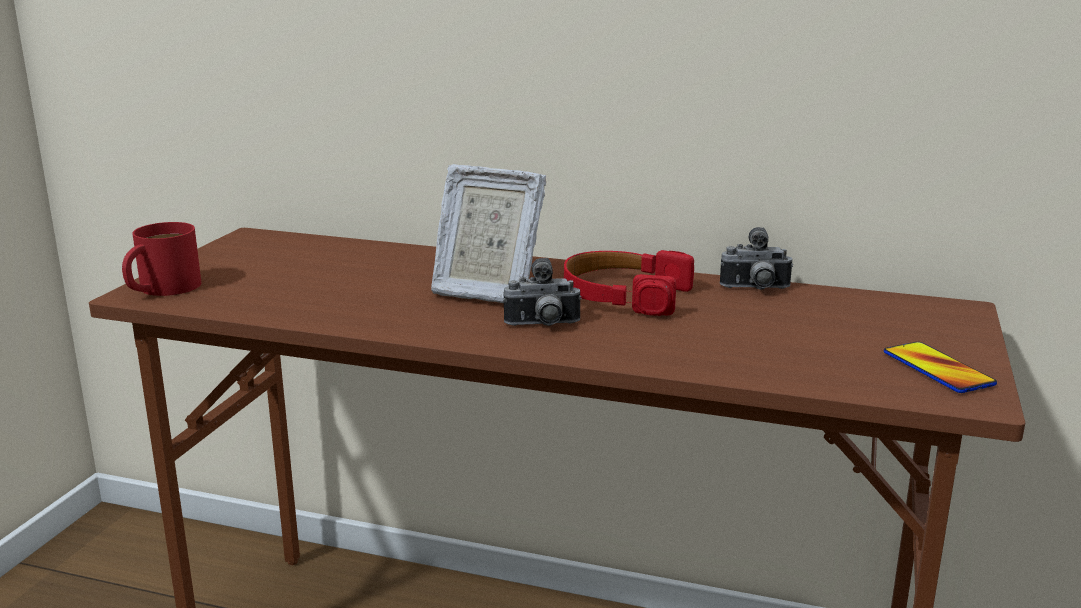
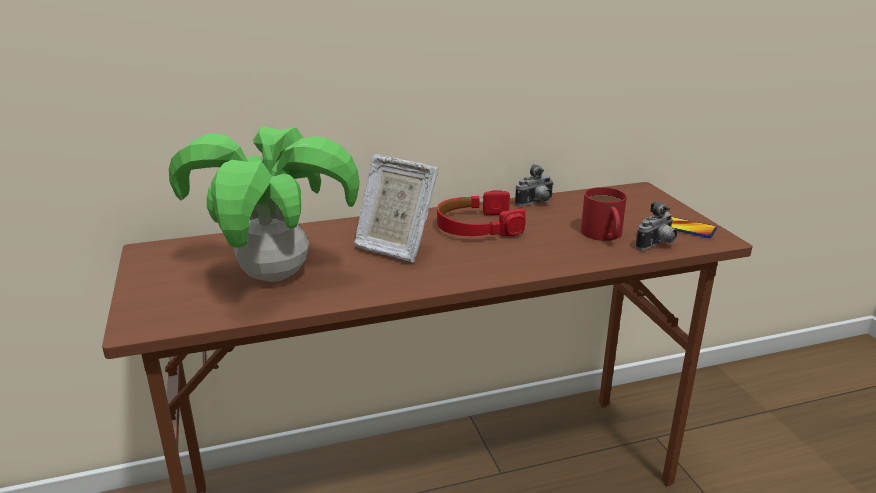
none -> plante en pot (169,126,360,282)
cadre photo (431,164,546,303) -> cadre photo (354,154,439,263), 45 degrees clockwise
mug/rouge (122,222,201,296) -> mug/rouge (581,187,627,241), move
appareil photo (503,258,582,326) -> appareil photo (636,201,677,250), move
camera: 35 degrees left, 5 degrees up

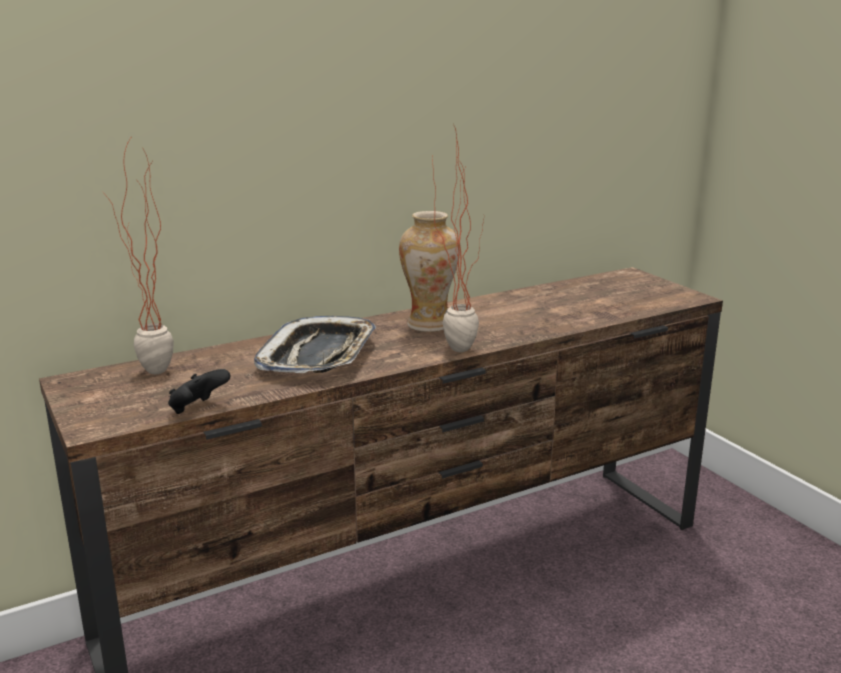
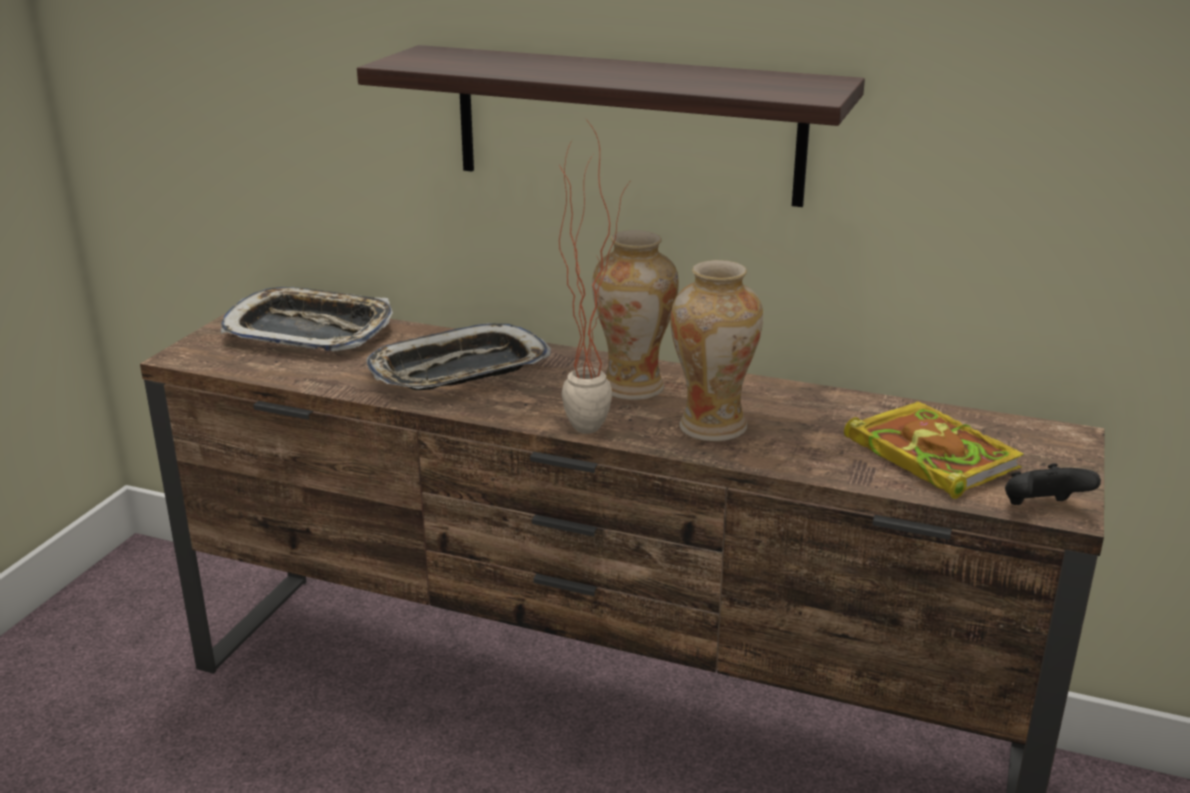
plante en pot (102,138,174,374) -> plateau (220,287,393,351)
none -> étagère (357,45,865,207)
none -> vase (670,260,763,441)
none -> livre (844,401,1024,499)
manette/noir (168,369,231,414) -> manette/noir (1005,463,1101,505), move
camera: 50 degrees right, 5 degrees up

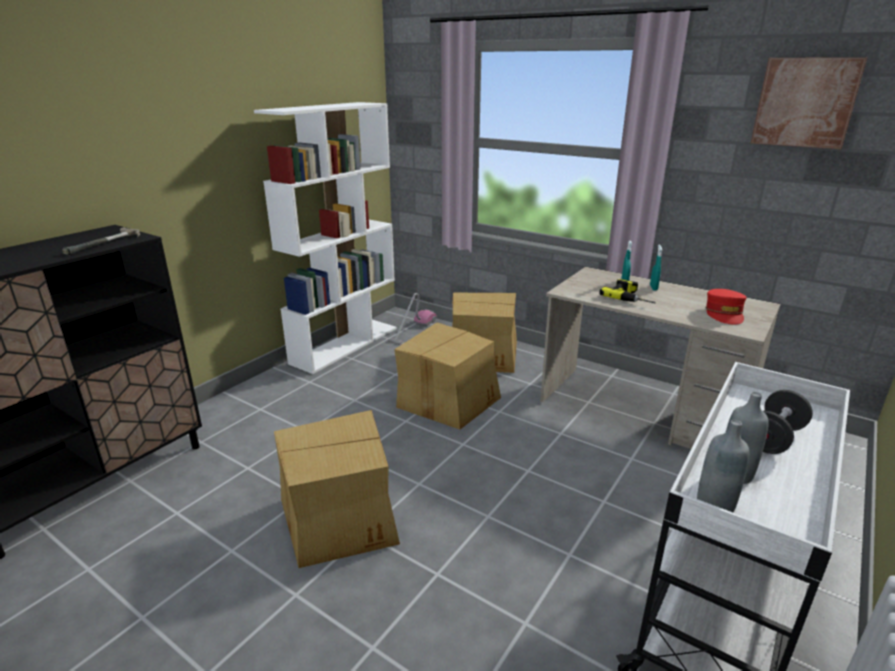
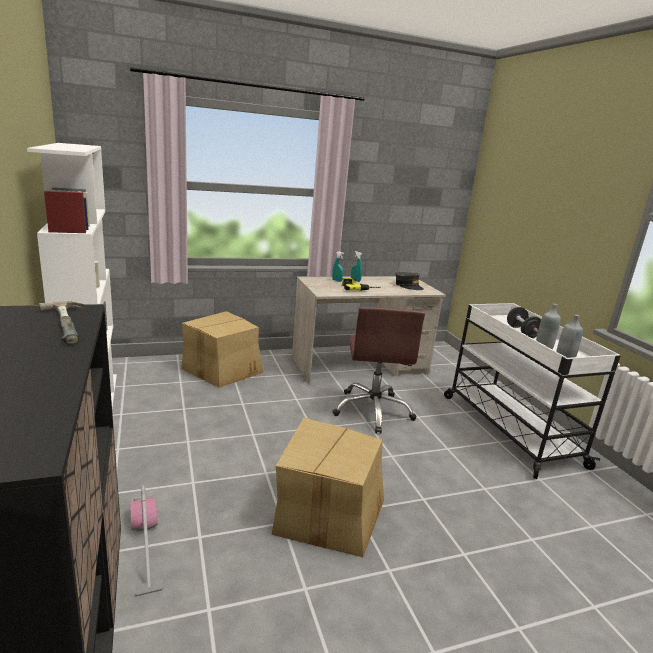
aspirateur (388,293,437,345) -> aspirateur (130,485,163,597), move
none -> chaise de bureau/marron (332,307,425,434)
casquette/rouge (705,289,747,324) -> casquette/gris (396,272,424,290)
carton (394,322,501,429) -> none
tableau (751,57,867,149) -> none
camera: 55 degrees left, 5 degrees down

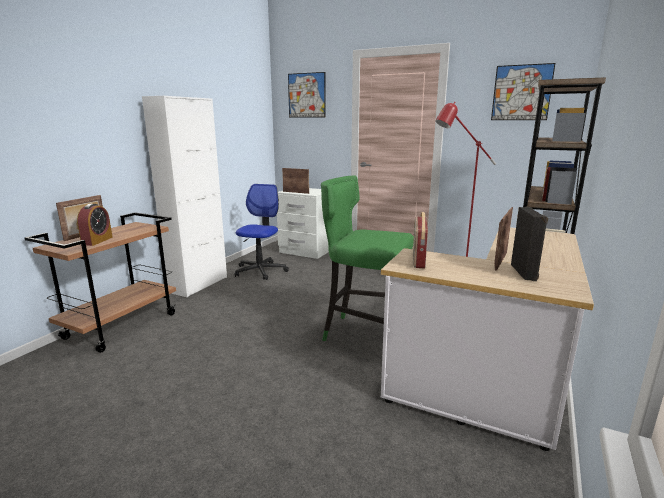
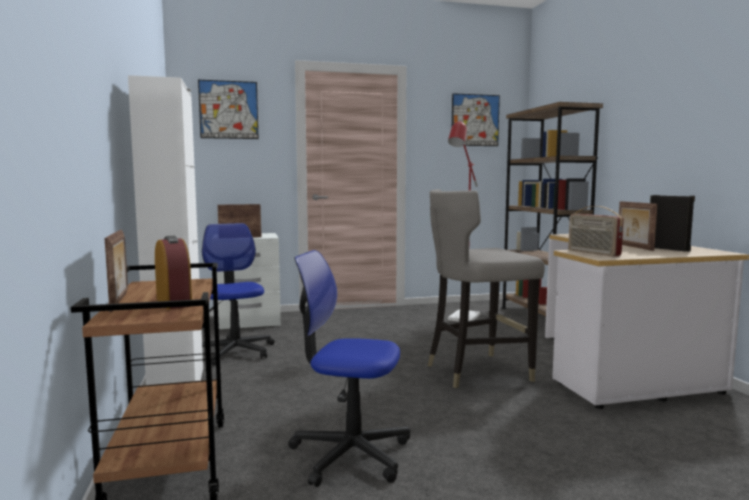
none -> chaise de bureau (288,250,410,487)
tabouret/vert (321,176,414,341) -> tabouret/gris (428,189,545,388)
camera: 40 degrees left, 10 degrees down

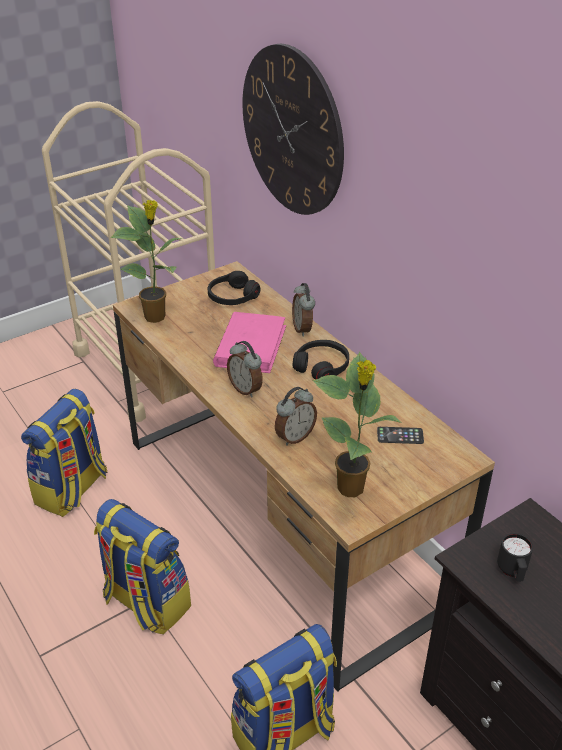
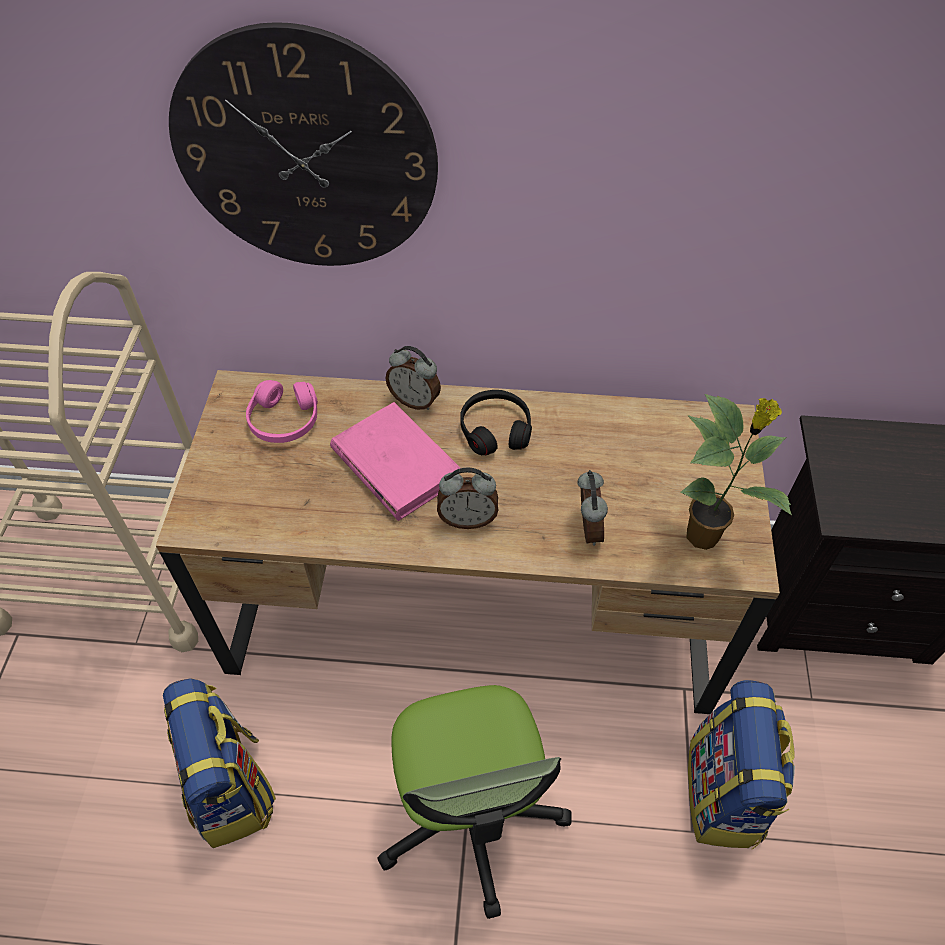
casque audio/noir (208,271,260,305) -> casque audio/rose (246,380,318,443)
sac à dos (94,499,191,634) -> chaise de bureau (378,685,572,919)
plante en pot (110,200,182,323) -> none
téléphone (377,427,424,444) -> none
mug/noir (497,533,533,582) -> none
camera: 50 degrees left, 15 degrees up

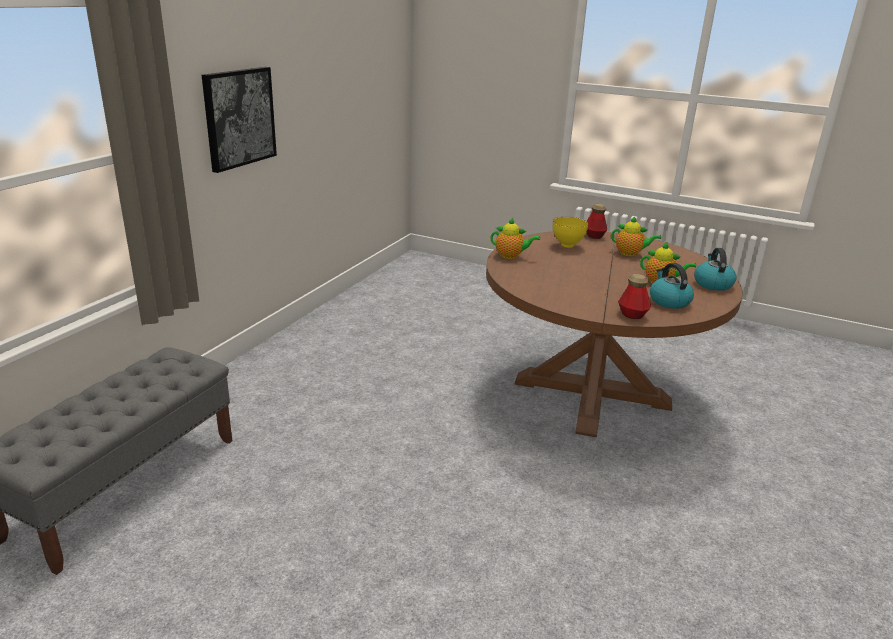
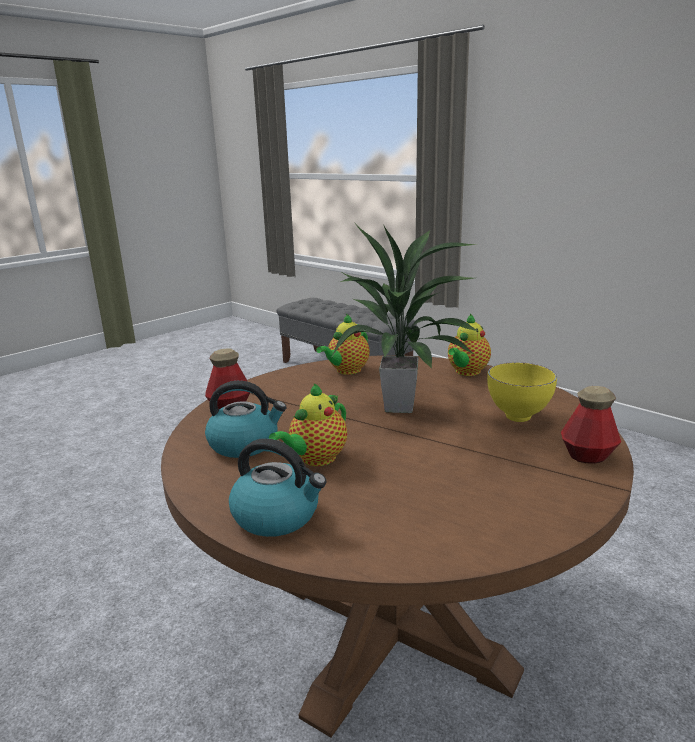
théière (611,216,662,256) -> théière (316,314,370,375), move
none -> plante en pot (330,224,478,413)
tableau (202,67,277,173) -> none
camera: 110 degrees right, 5 degrees down

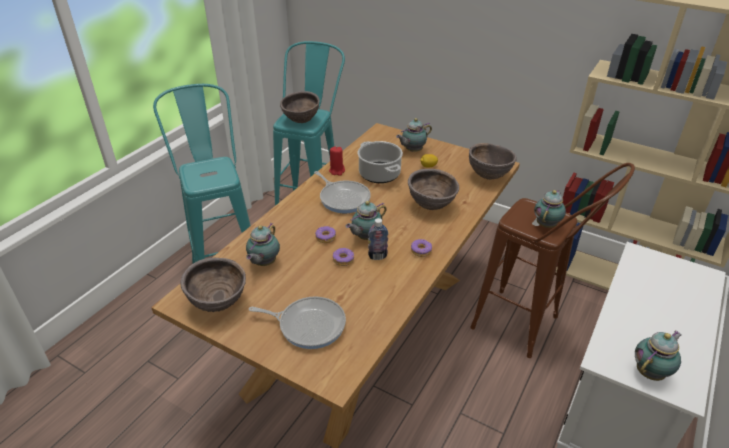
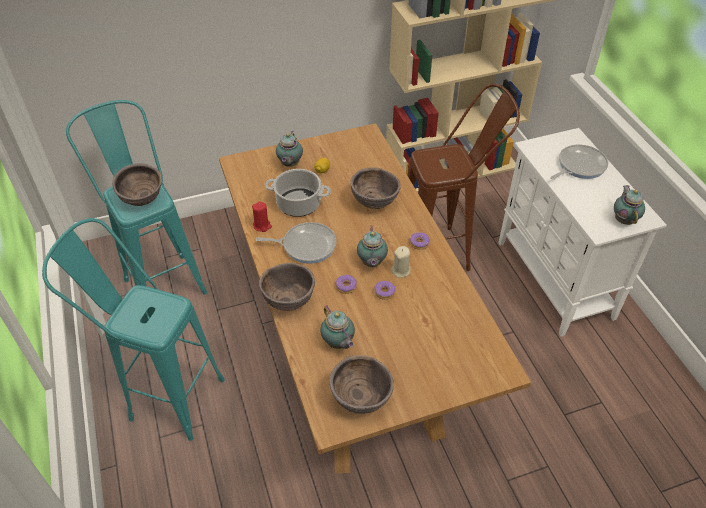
bol/marron (469,143,517,180) -> bol/marron (259,263,315,311), move
bouteille (368,218,388,260) -> bougie/beige (391,246,411,278)
poêle (249,296,346,349) -> poêle (550,145,608,180), move
théière (534,190,566,228) -> none
camera: 50 degrees left, 10 degrees up

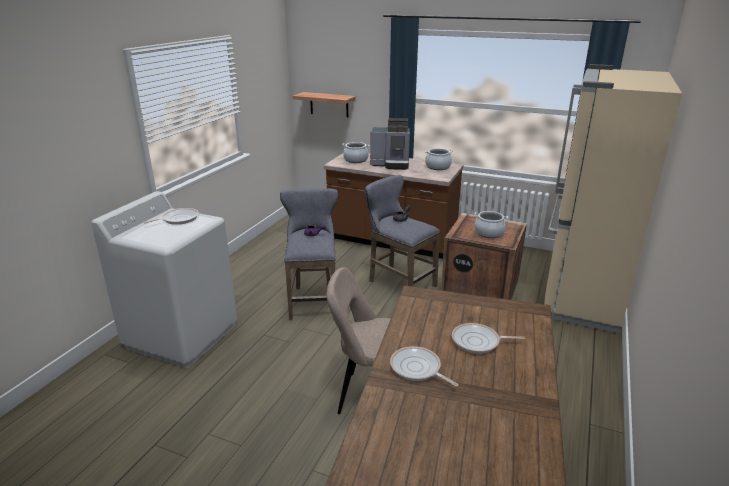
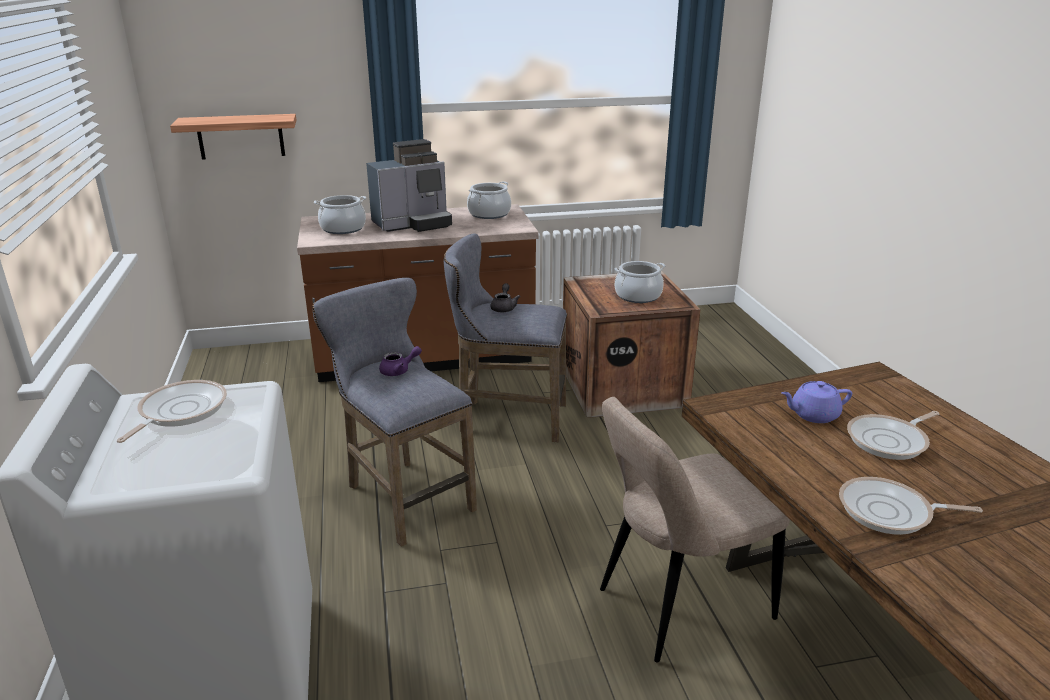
none -> théière/violet (781,381,852,423)
réfrigérateur/beige (544,64,682,334) -> none
camera: 35 degrees left, 0 degrees up

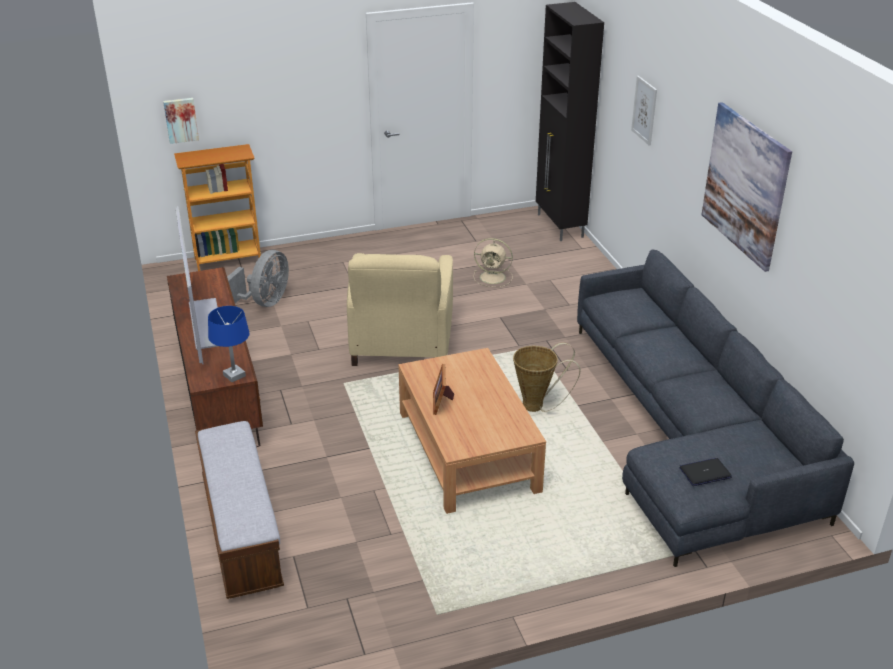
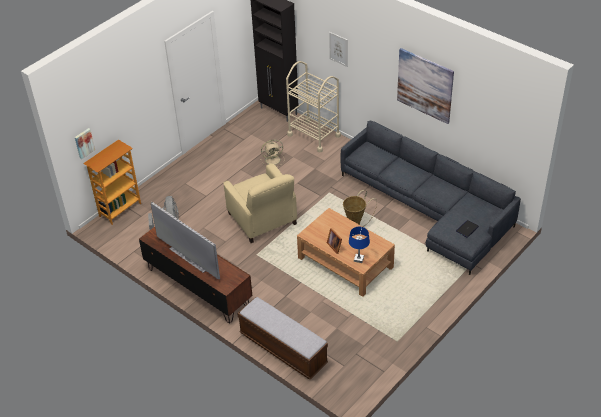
none -> chariot/beige (286,61,341,153)
lampe de table/bleu (208,306,250,382) -> lampe de table/bleu (349,227,370,263), move
camera: 30 degrees left, 10 degrees up

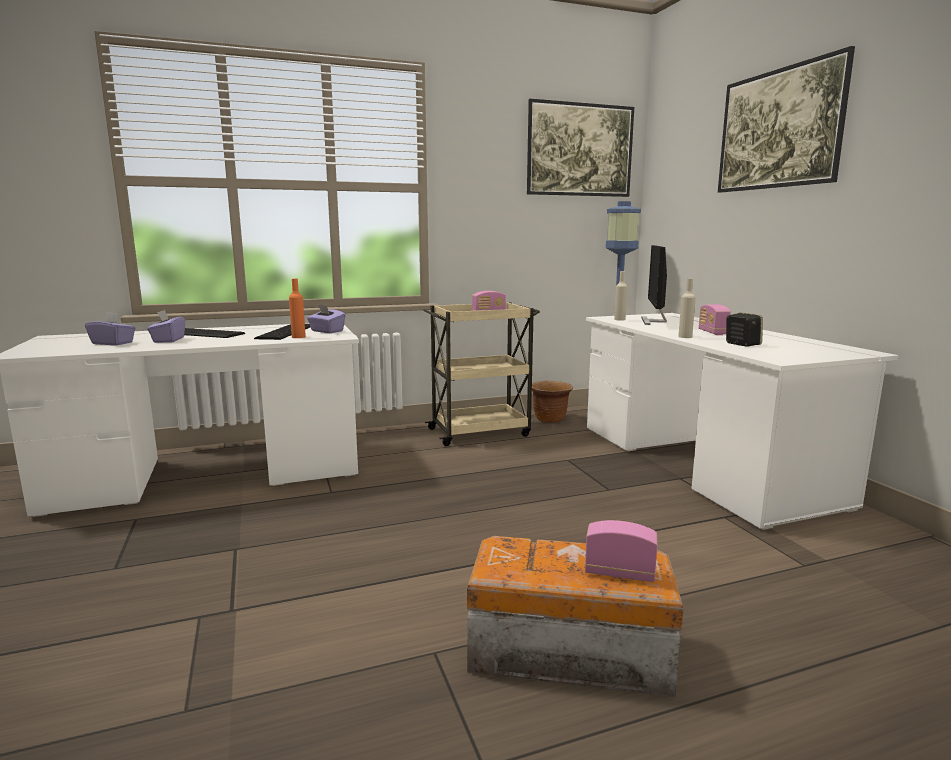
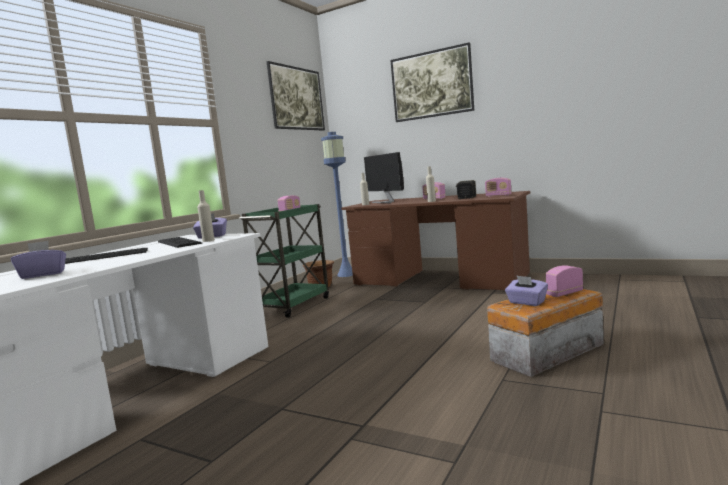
bouteille/orange (289,278,306,338) -> bouteille/beige (197,190,215,242)
chariot/beige (423,302,540,446) -> chariot/vert (239,204,329,318)
bureau/blanc (586,313,899,530) -> bureau/marron (341,191,530,290)
none -> radio (485,178,512,197)
boîte à mouchoirs/violet (147,310,185,343) -> boîte à mouchoirs/violet (505,275,548,306), move
camera: 40 degrees left, 5 degrees down

